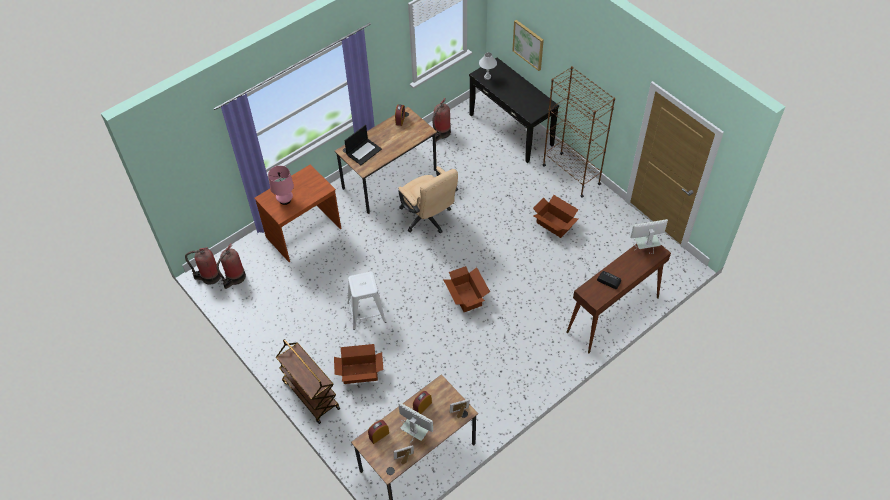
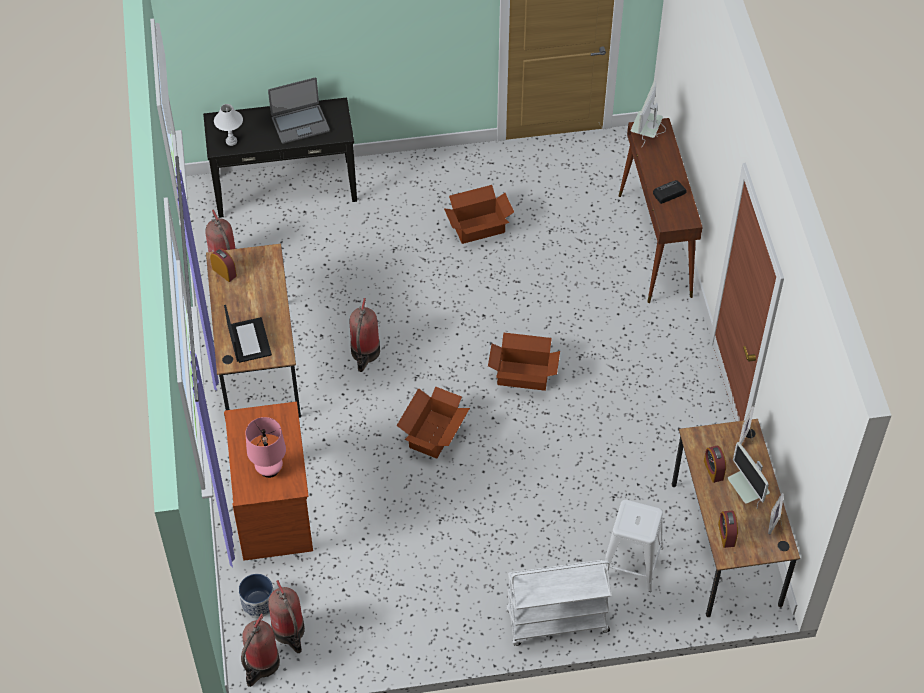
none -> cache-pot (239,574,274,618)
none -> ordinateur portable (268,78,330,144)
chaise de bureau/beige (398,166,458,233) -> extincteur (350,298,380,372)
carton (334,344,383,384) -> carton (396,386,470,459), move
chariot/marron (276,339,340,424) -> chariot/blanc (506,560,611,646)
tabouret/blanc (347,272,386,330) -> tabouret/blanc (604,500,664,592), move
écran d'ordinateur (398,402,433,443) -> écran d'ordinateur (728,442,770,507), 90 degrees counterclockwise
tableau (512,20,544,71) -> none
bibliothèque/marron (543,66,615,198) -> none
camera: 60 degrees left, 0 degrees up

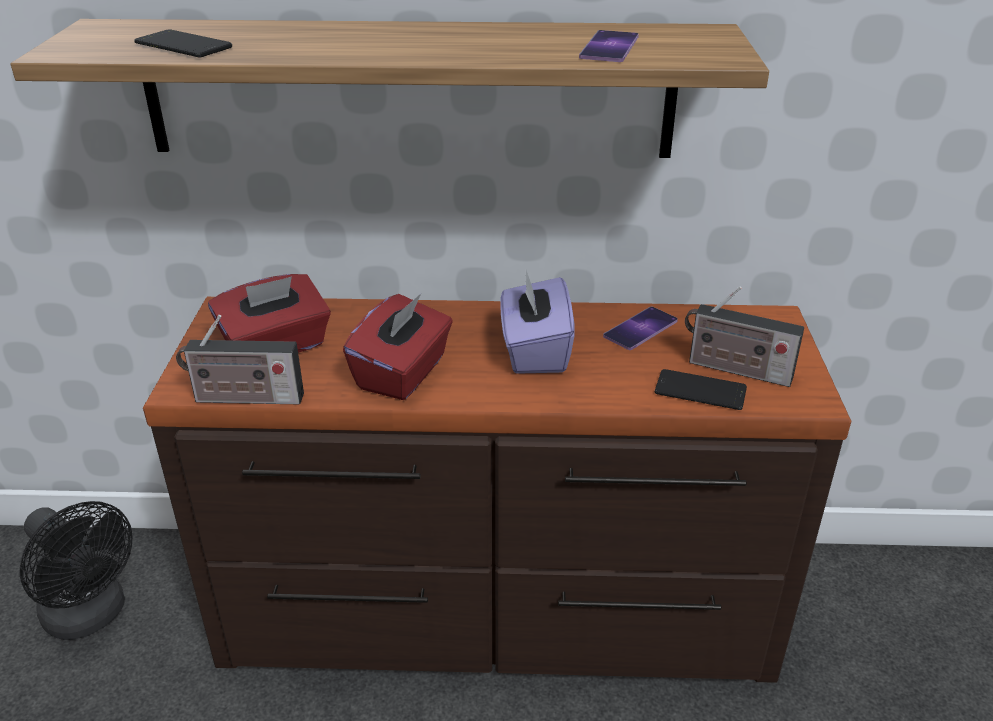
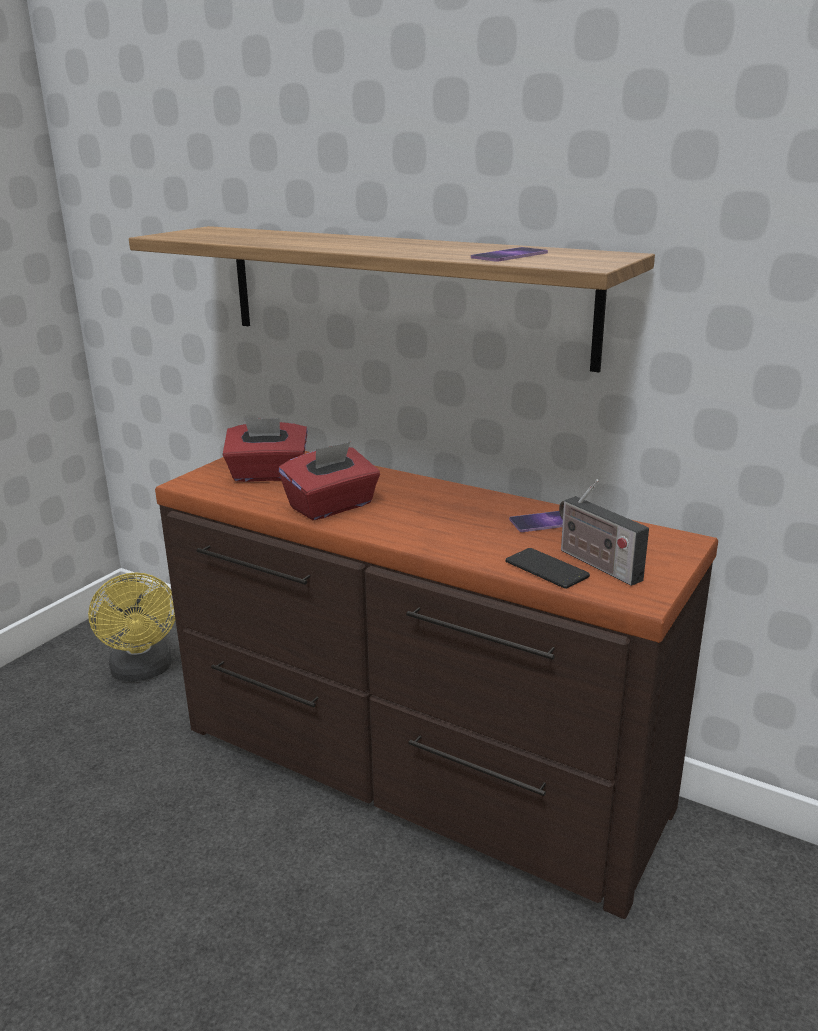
ventilateur/noir (20,501,132,640) -> ventilateur/jaune (88,573,175,682)
téléphone (134,29,232,58) -> none
radio (176,315,304,404) -> none
boîte à mouchoirs/violet (500,271,574,374) -> none
camera: 30 degrees right, 10 degrees down

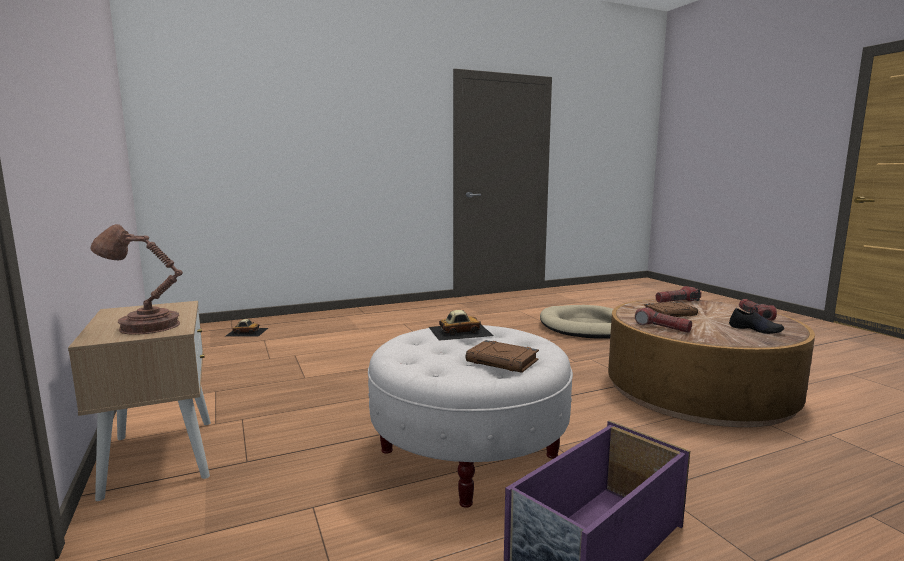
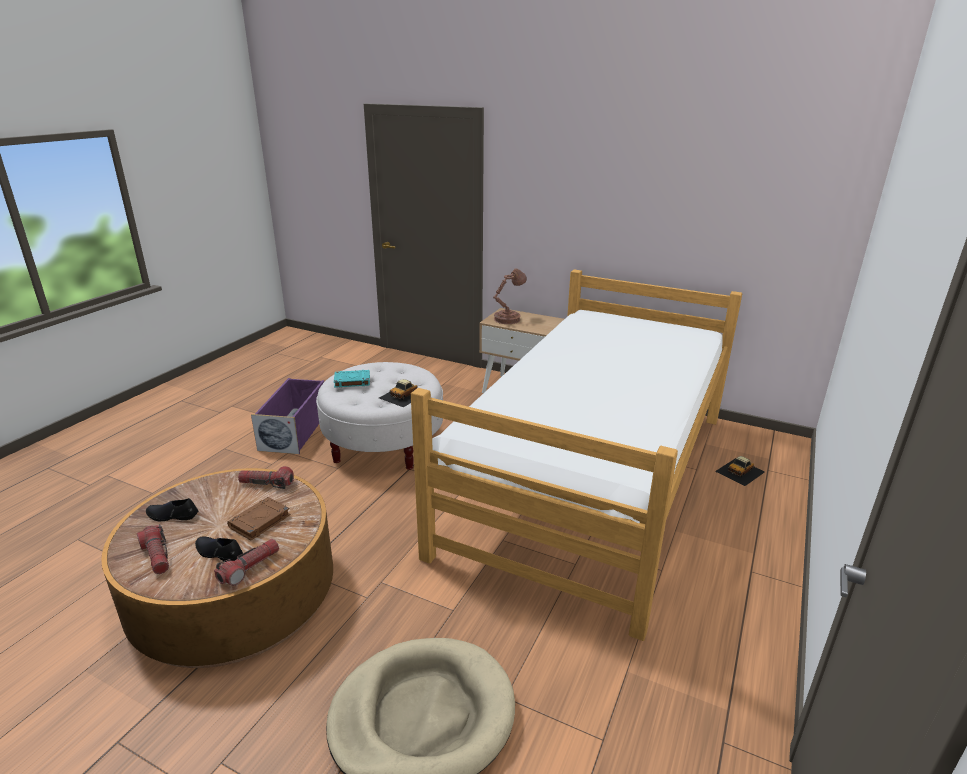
none -> chaussure/noir (195,536,243,562)
livre/marron (466,340,539,373) -> livre/turquoise (334,370,370,388)
none -> lit (411,270,743,641)
camera: 140 degrees right, 15 degrees up

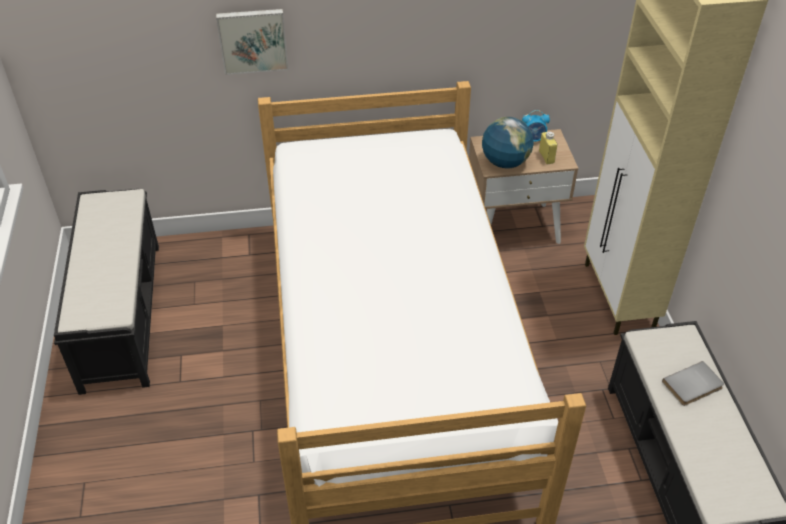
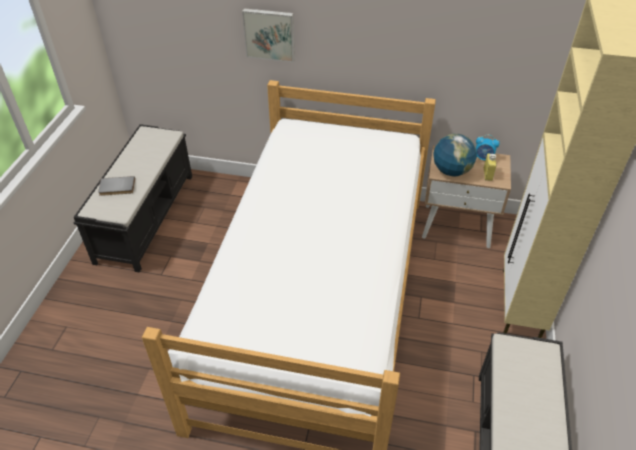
livre/gris (662,361,724,406) -> livre/gris (98,176,135,196), move
camera: 20 degrees right, 0 degrees up

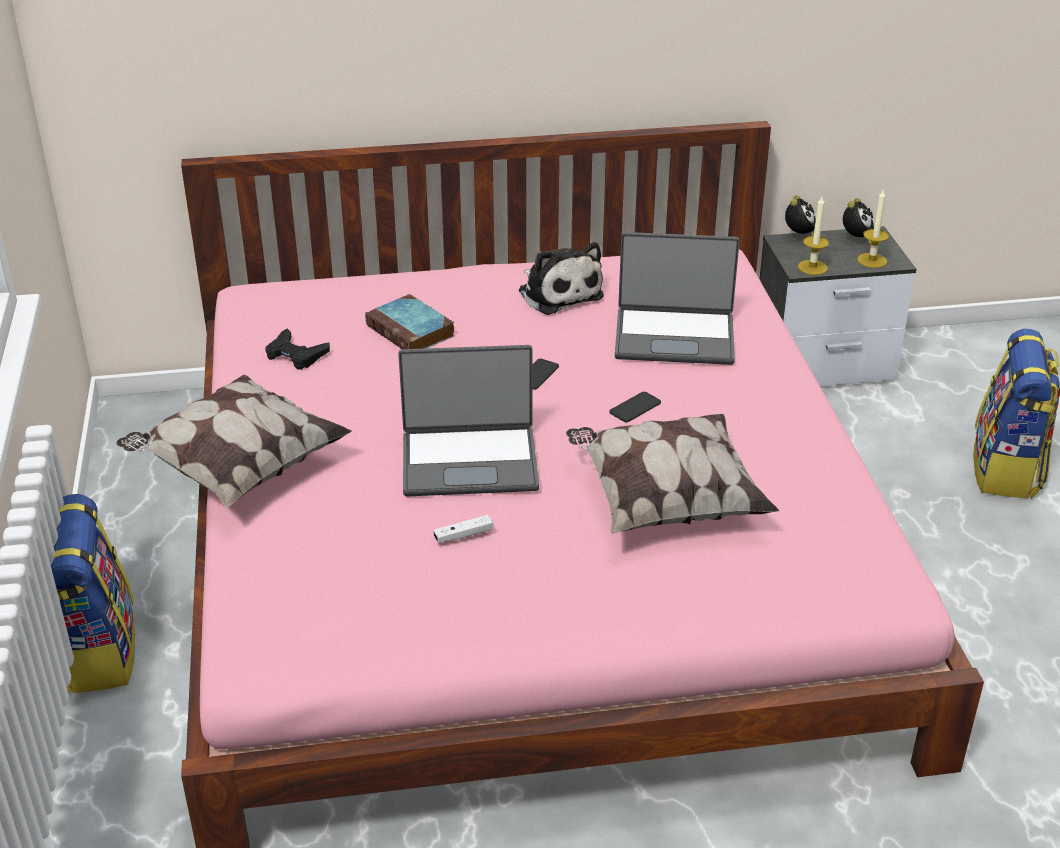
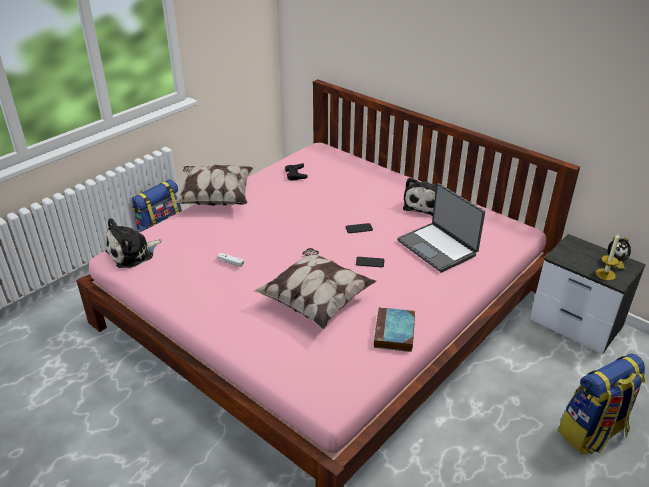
none -> peluche (105,218,162,268)
livre (365,294,454,349) -> livre (374,307,415,352), move
ordinateur portable (398,345,539,496) -> none
réveil (785,195,822,237) -> none
bougie (798,197,829,275) -> none
camera: 50 degrees right, 0 degrees up

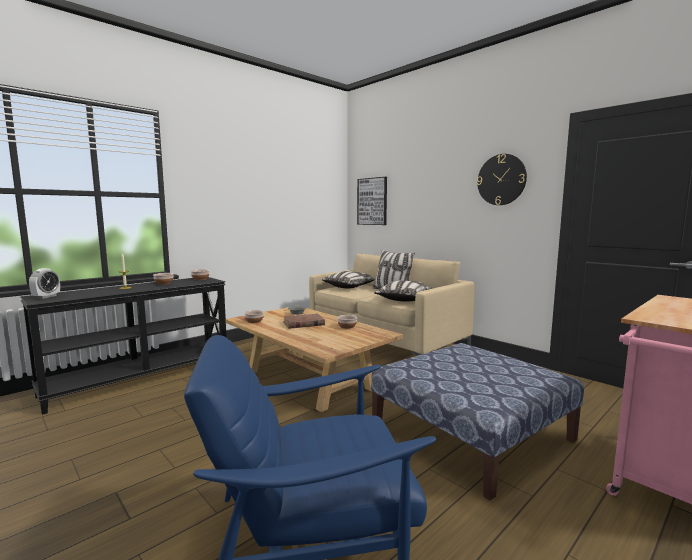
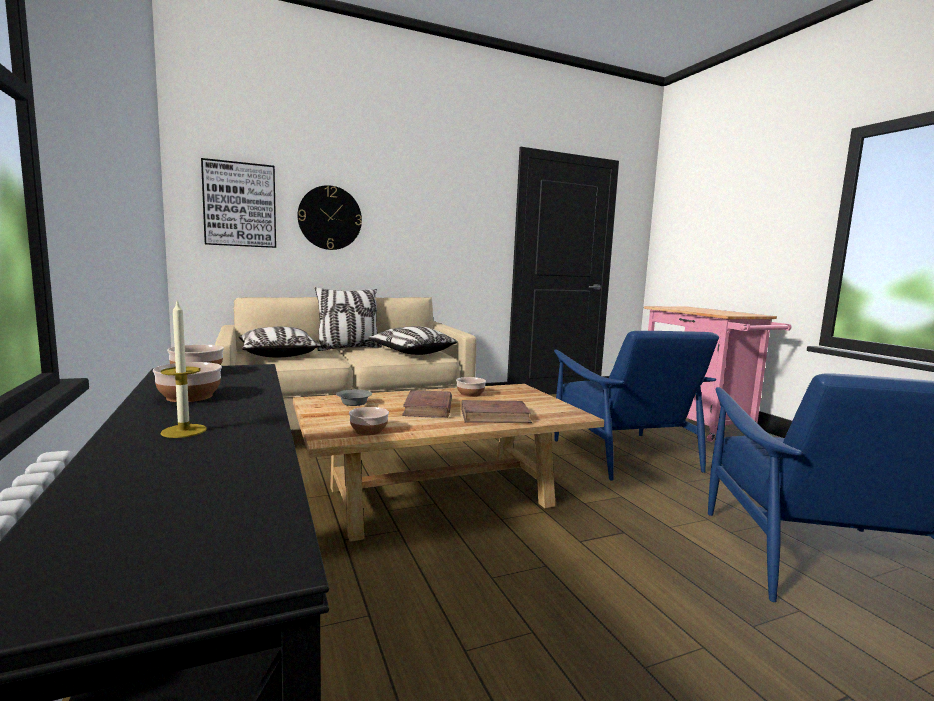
horloge murale (477,154,527,205) -> horloge murale (297,185,362,250), move
none -> livre/marron (461,400,532,423)
pouf (371,343,584,500) -> fauteuil/bleu (554,331,719,480)
réveil (29,268,60,299) -> none
camera: 70 degrees left, 0 degrees up

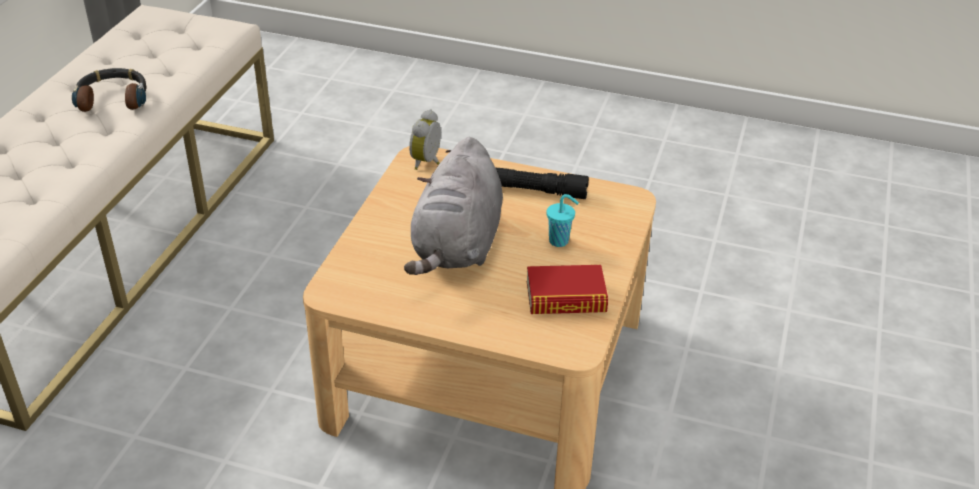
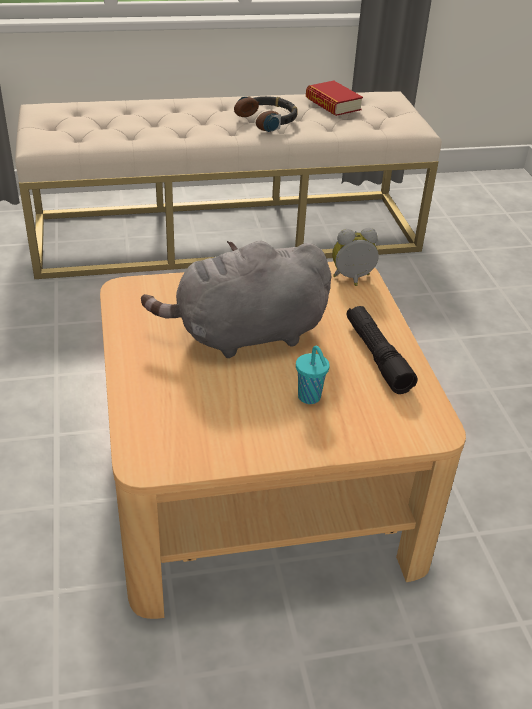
livre (527,265,608,314) -> livre (306,81,363,116), move
camera: 60 degrees right, 0 degrees up

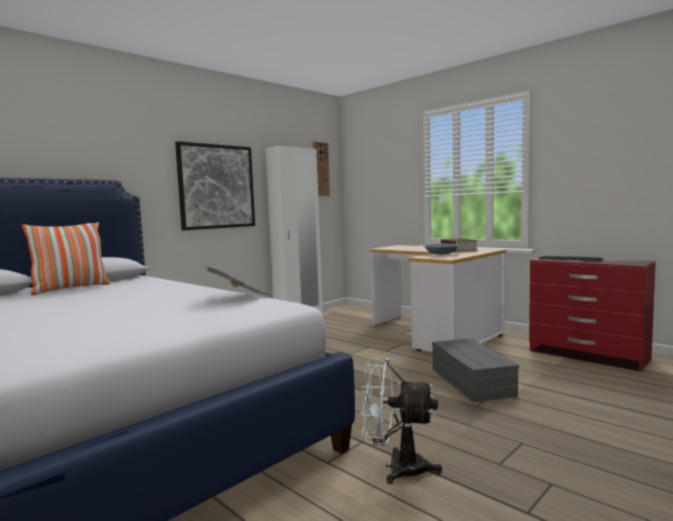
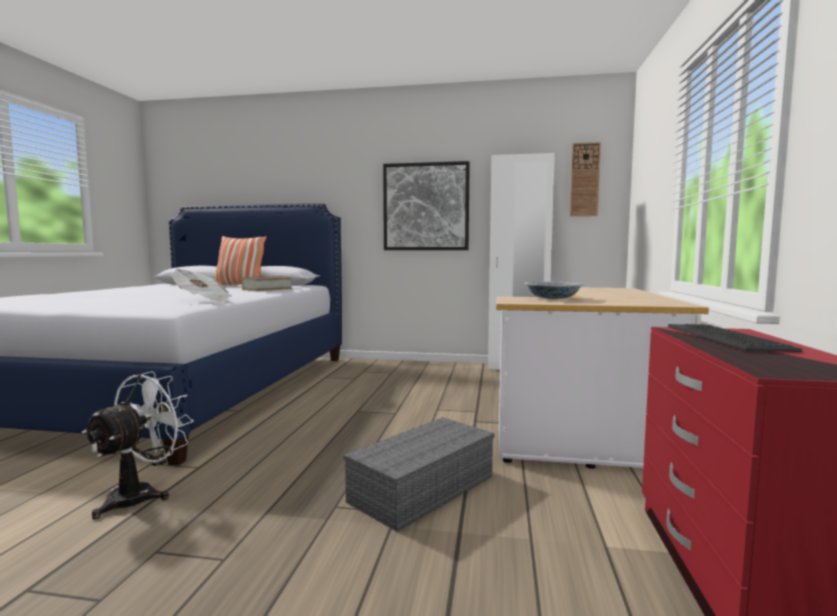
ventilateur/blanc (360,358,442,484) -> ventilateur/blanc (81,371,194,519), 45 degrees clockwise
livre (441,238,478,253) -> livre (242,276,293,292), move
camera: 55 degrees right, 0 degrees up

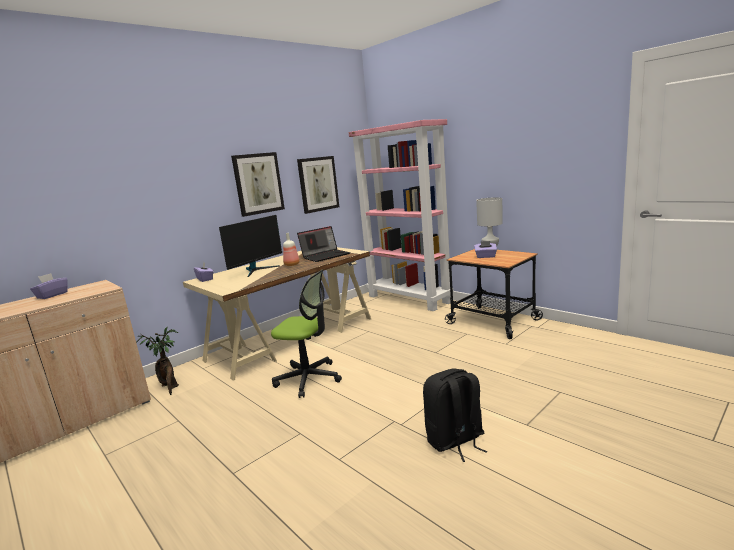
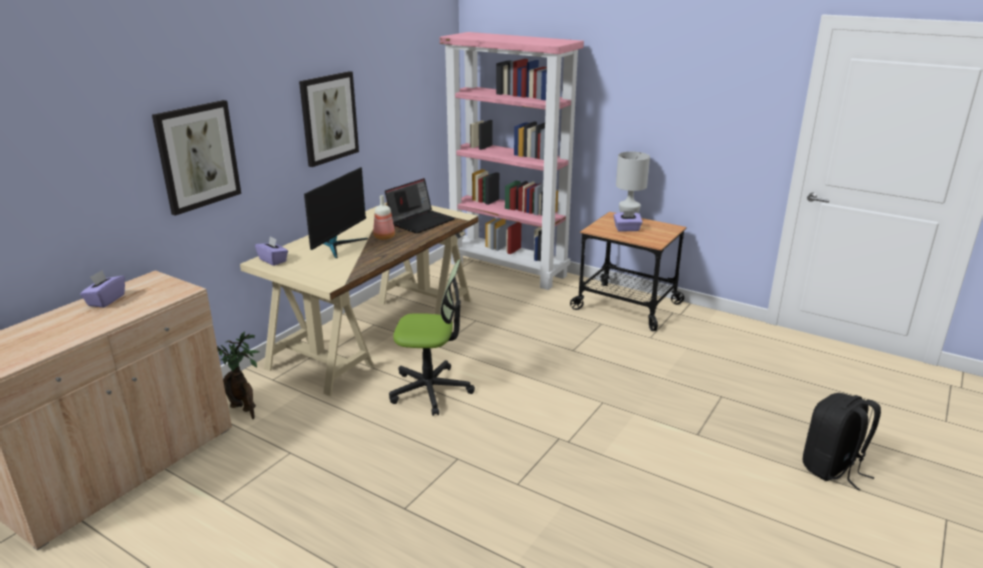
tableau (297,156,339,214) -> tableau (152,100,241,216), move
sac à dos/noir (423,369,487,462) -> sac à dos/noir (803,393,881,490), move
camera: 15 degrees left, 10 degrees up

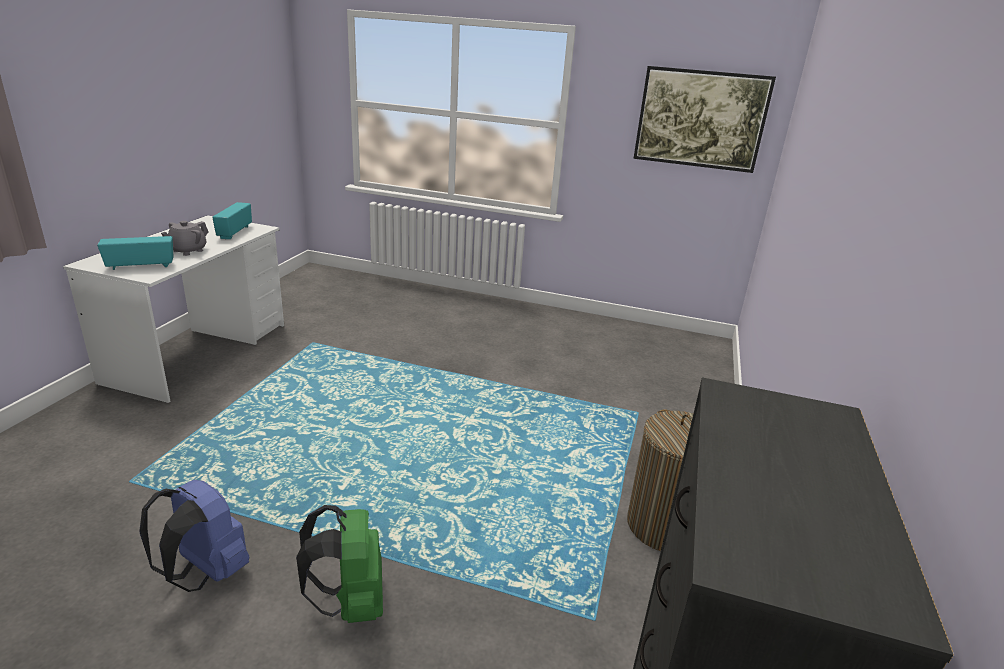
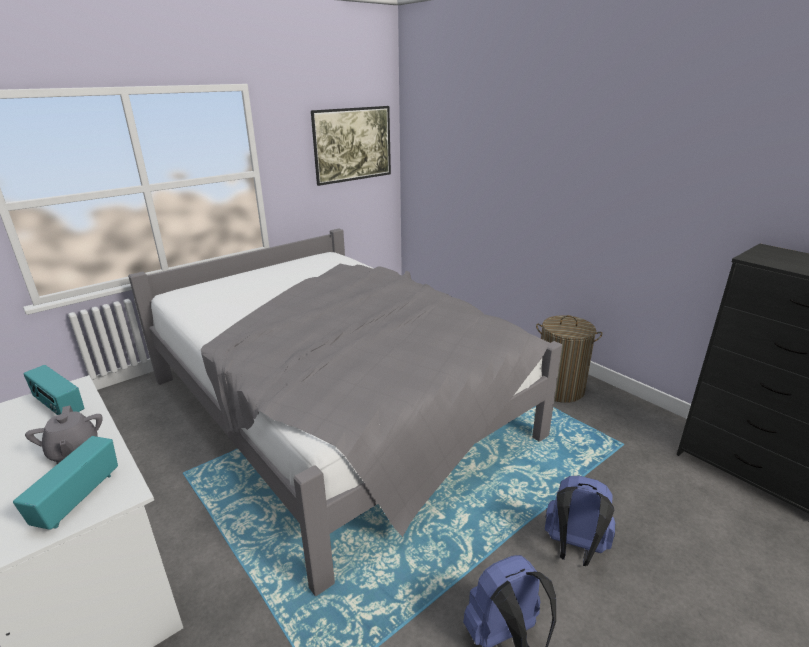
none -> lit/gris (128,228,562,596)
sac à dos/vert (296,505,383,623) -> sac à dos/bleu (545,476,615,566)
camera: 55 degrees left, 0 degrees up

